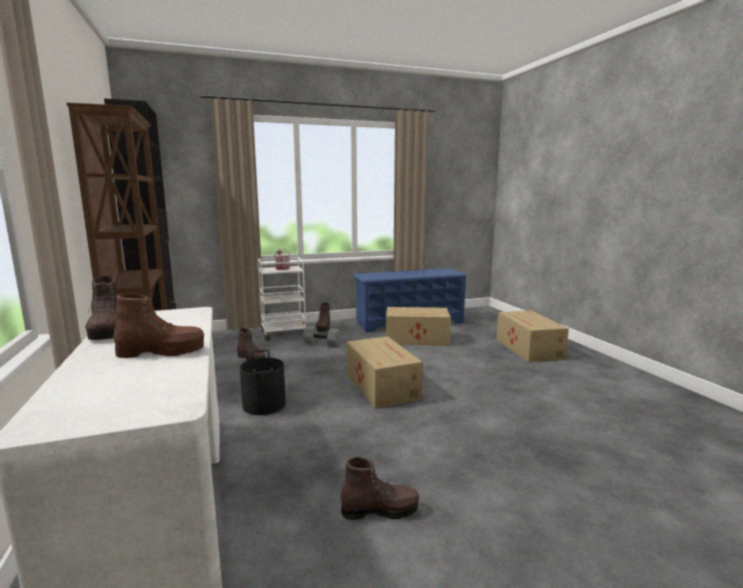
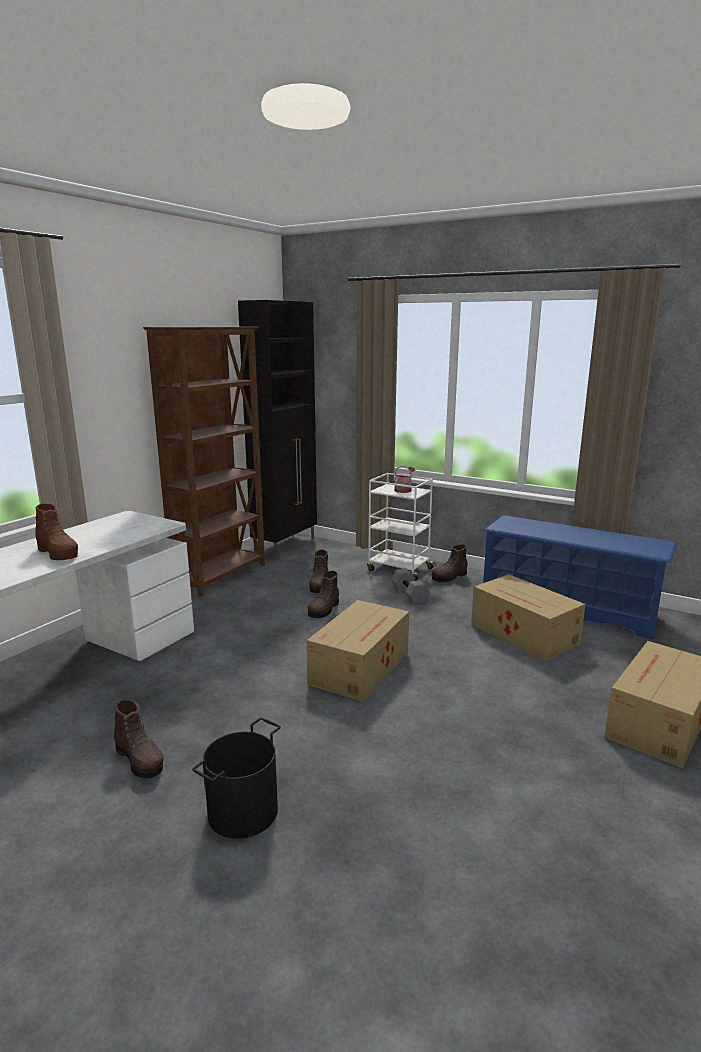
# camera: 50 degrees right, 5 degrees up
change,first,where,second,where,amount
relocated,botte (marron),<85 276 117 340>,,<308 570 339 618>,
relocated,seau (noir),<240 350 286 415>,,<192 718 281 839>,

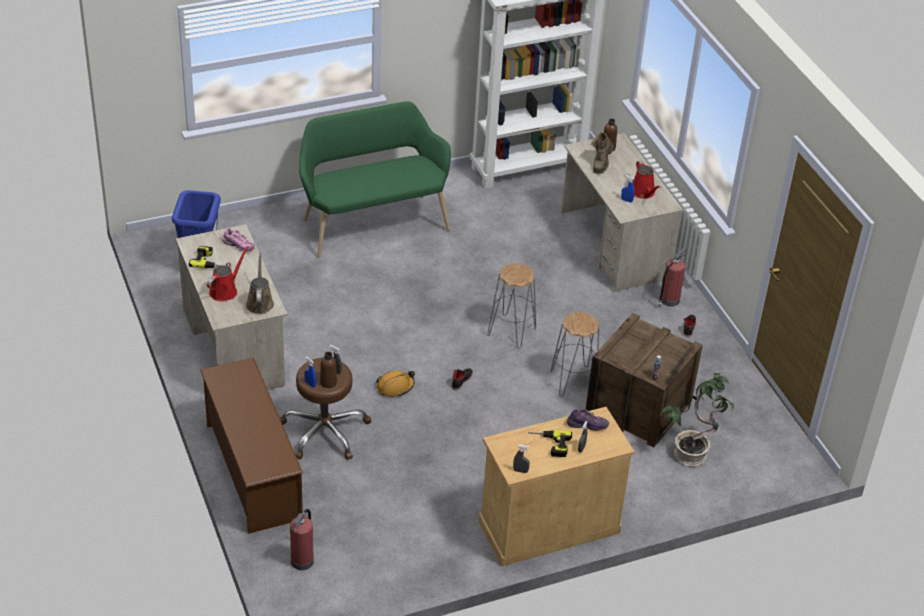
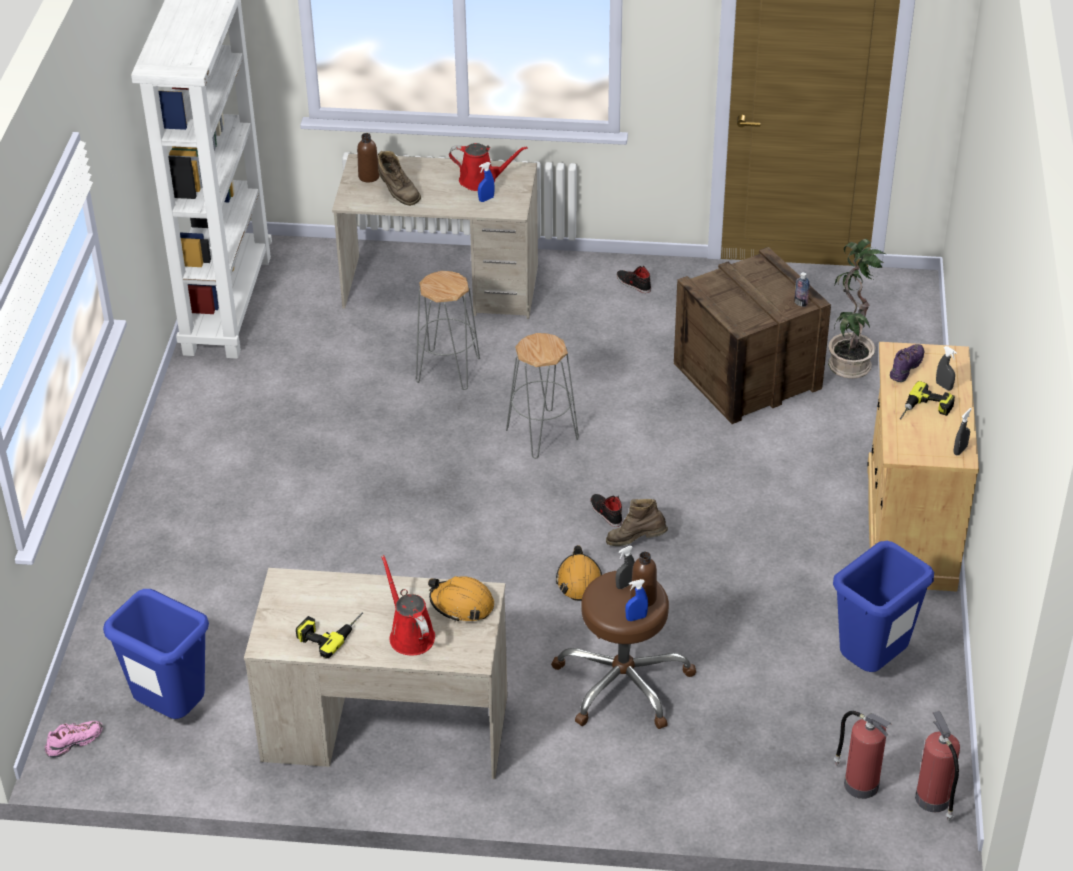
# camera: 60 degrees left, 0 degrees up
change,first,where,second,where,amount
missing,banc (vert),<299 101 451 258>,,,
relocated,chaussure (rose),<222 228 255 252>,,<45 721 103 758>,
relocated,extincteur,<658 248 687 307>,,<915 711 960 821>,
exchanged,arrosoir (marron),<246 252 274 314>,casque de chantier (orange),<428 576 494 622>,
relocated,tabouret (gris),<551 312 599 396>,,<416 271 480 390>,
missing,étagère à chaussures (marron),<200 358 303 534>,,,
appeared,,,botte (marron),<606 499 668 546>,
appeared,,,poubelle (bleu),<833 541 934 672>,

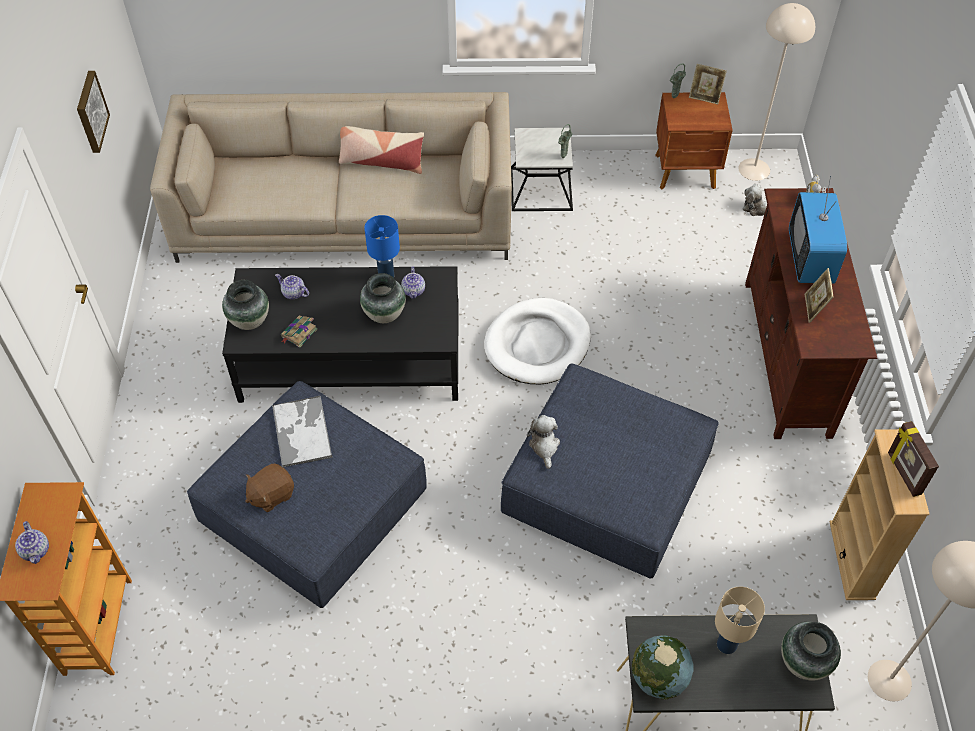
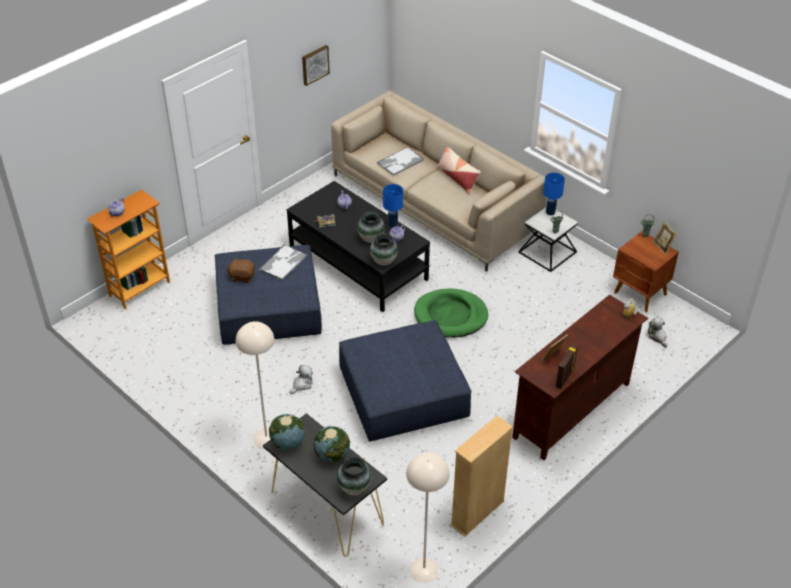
# camera: 45 degrees right, 10 degrees down
change,first,where,second,where,amount
relocated,lampadaire (beige),<738 3 815 181>,,<236 322 275 449>,
missing,téléviseur,<789 176 847 284>,,,
relocated,vase,<222 280 269 330>,,<370 233 398 266>,
colour,panier pour chien (blanc),<484 298 591 384>,panier pour chien (vert),<414 288 488 338>,
relocated,peluche,<527 415 560 469>,,<289 365 313 394>,
relocated,cadre photo,<888 421 939 497>,,<556 344 578 389>,
exchanged,lampe de table (beige),<715 587 765 654>,globe,<313 426 350 462>,
appeared,,,plateau,<377 147 424 176>,
appeared,,,lampe de table (bleu),<543 173 565 215>,

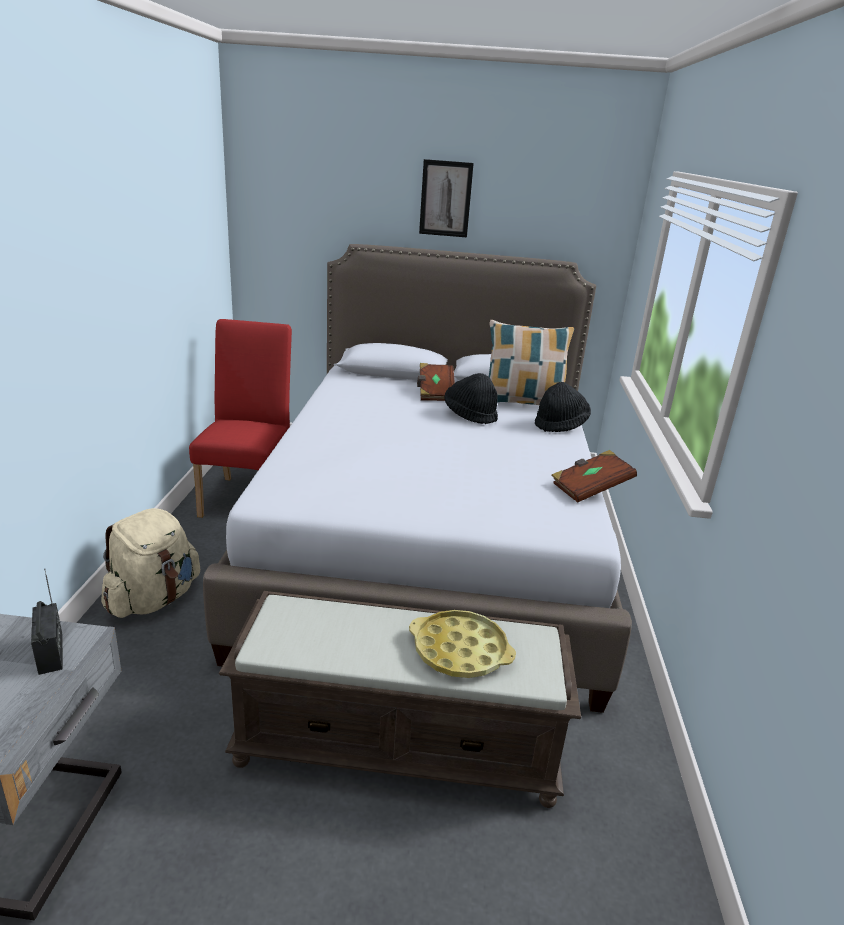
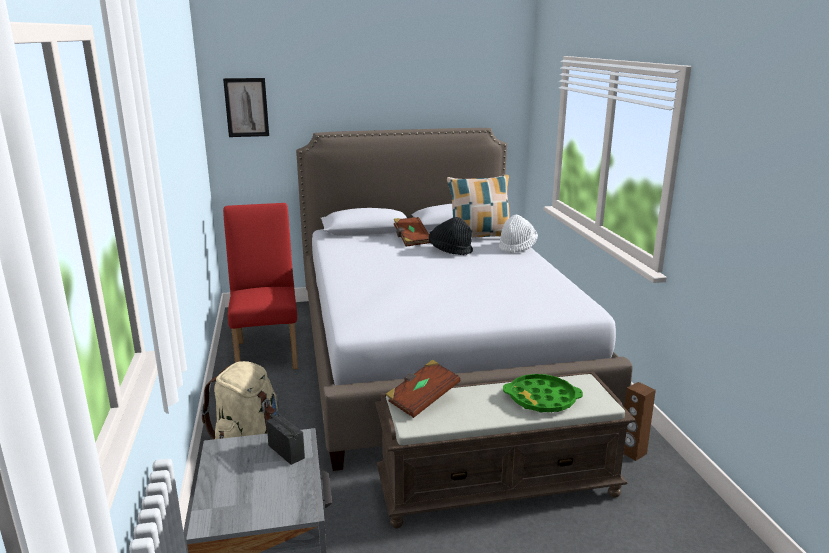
# camera: 15 degrees left, 5 degrees down
change,first,where,second,where,amount
relocated,tableau,<419 159 474 237>,,<223 78 269 137>,
colour,chapeau (noir),<535 382 591 432>,chapeau (blanc),<499 214 538 253>,
relocated,livre (marron),<552 450 637 503>,,<386 359 460 418>,
colour,plateau (jaune),<409 610 516 678>,plateau (vert),<503 374 583 413>,
appeared,,,enceinte (marron),<624 382 656 461>,

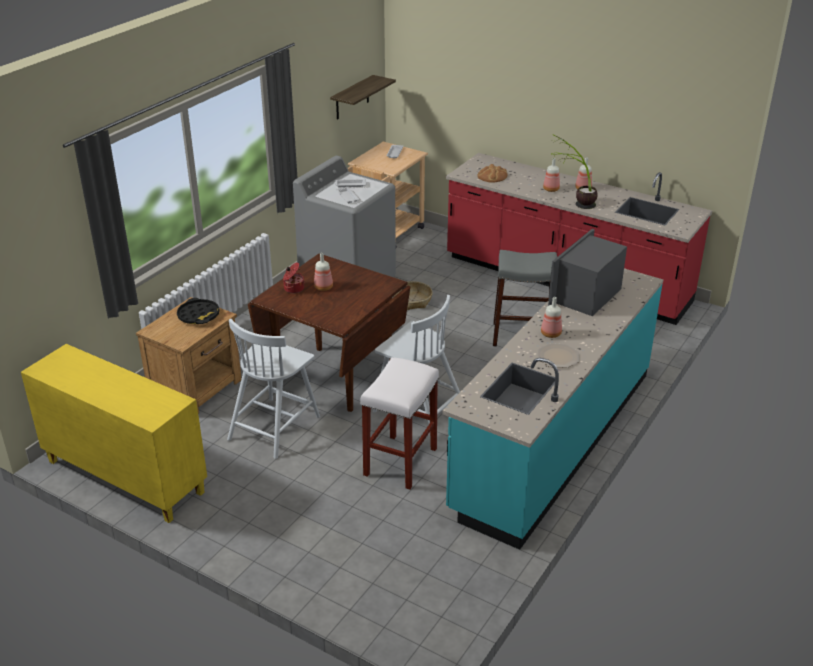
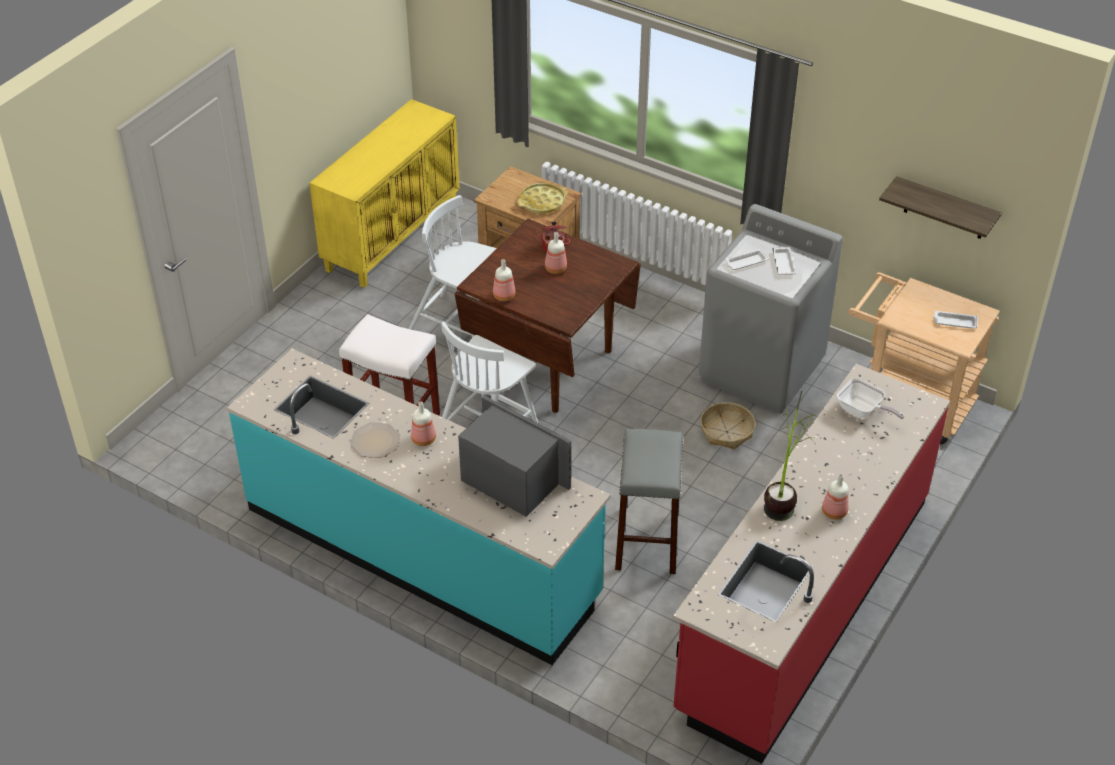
# camera: 90 degrees right, 10 degrees up
change,first,where,second,where,amount
relocated,bouteille,<543 158 560 192>,,<493 259 516 301>,
exchanged,pain,<478 164 508 183>,poêle,<837 378 905 419>,
colour,plateau (noir),<177 298 220 324>,plateau (jaune),<516 183 568 213>,

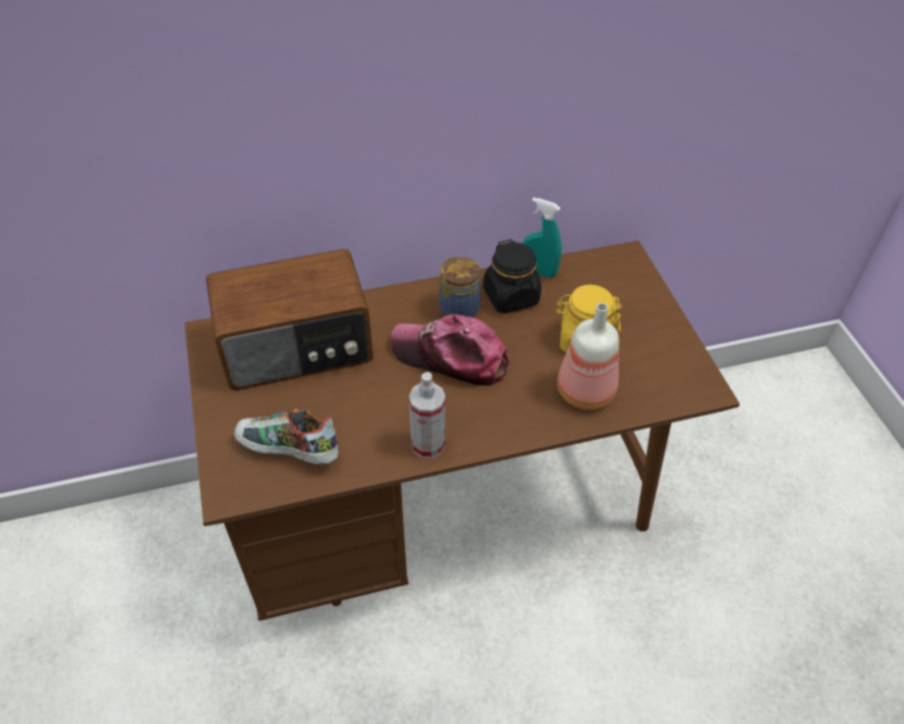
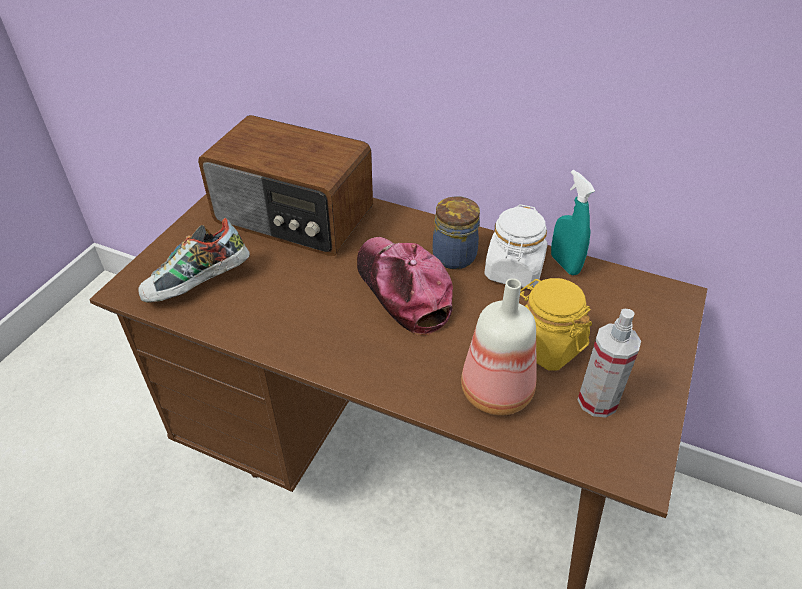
# camera: 40 degrees right, 5 degrees down
change,first,where,second,where,amount
colour,bocal (noir),<483 239 541 313>,bocal (blanc),<484 204 548 288>,
relocated,vaporisateur,<409 372 445 459>,,<577 309 641 417>,
spun,chaussure,<234 409 339 464>,,<139 218 250 303>,90 degrees counterclockwise

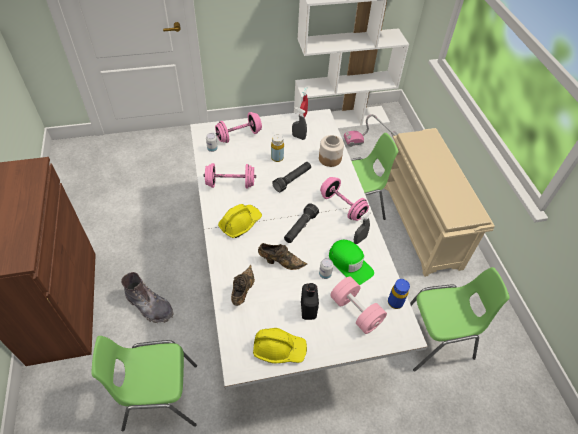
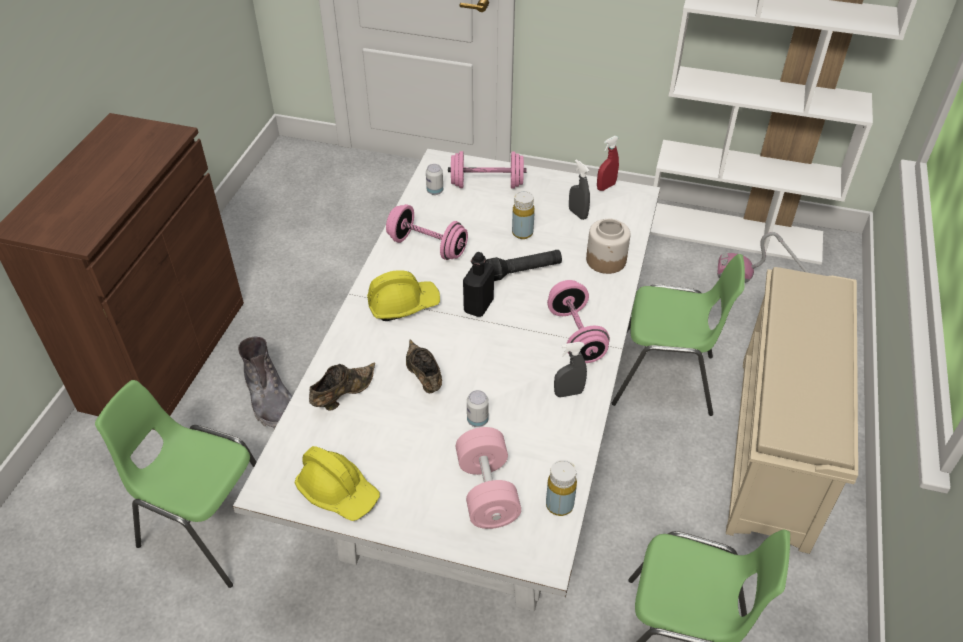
# camera: 30 degrees right, 5 degrees down
change,first,where,second,where,amount
missing,lampe de poche (noir),<284 203 319 243>,,,
missing,casquette (vert),<329 240 374 285>,,,
spun,chaussure (marron),<258 243 308 270>,,<406 339 442 393>,150 degrees counterclockwise
colour,bouteille (bleu),<388 279 410 309>,bouteille (jaune),<546 460 577 516>,
relocated,bouteille (noir),<301 283 319 320>,,<463 252 494 317>,

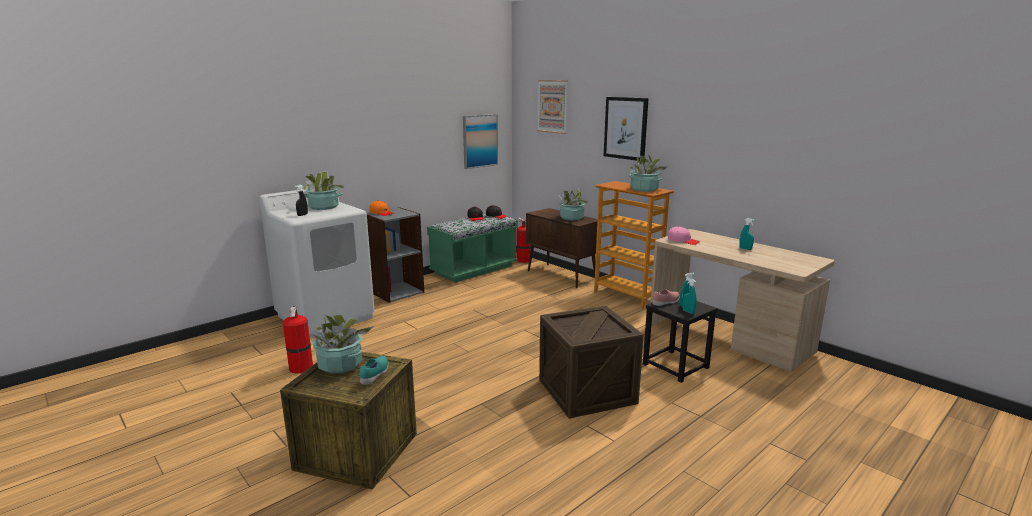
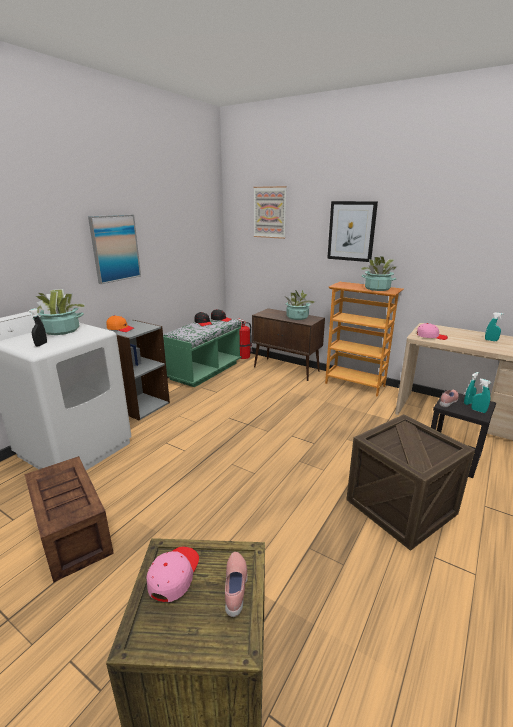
# camera: 15 degrees left, 5 degrees up
change,first,where,second,where,amount
relocated,tableau,<463 114 498 169>,,<88 215 141 284>,
exchanged,extincteur,<283 306 313 374>,caisse,<24 456 114 583>,
exchanged,plante en pot,<308 312 374 374>,casquette (rose),<146 546 199 602>,
colour,chaussure (turquoise),<360 356 389 385>,chaussure (rose),<225 552 248 617>,

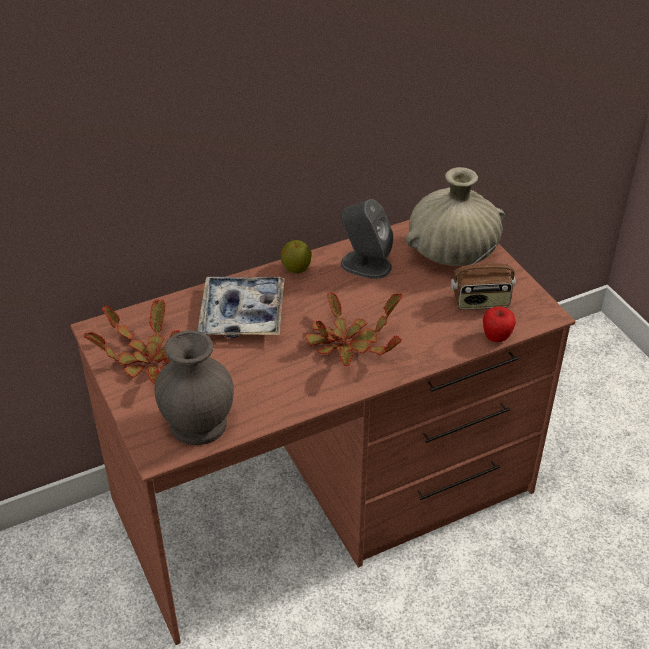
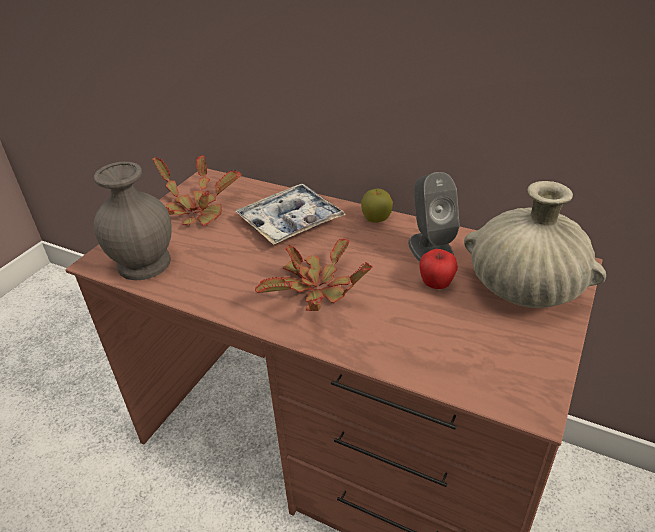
# camera: 55 degrees right, 5 degrees down
change,first,where,second,where,amount
missing,radio,<451 245 515 310>,,,
relocated,pomme,<483 306 516 342>,,<419 249 458 289>,

